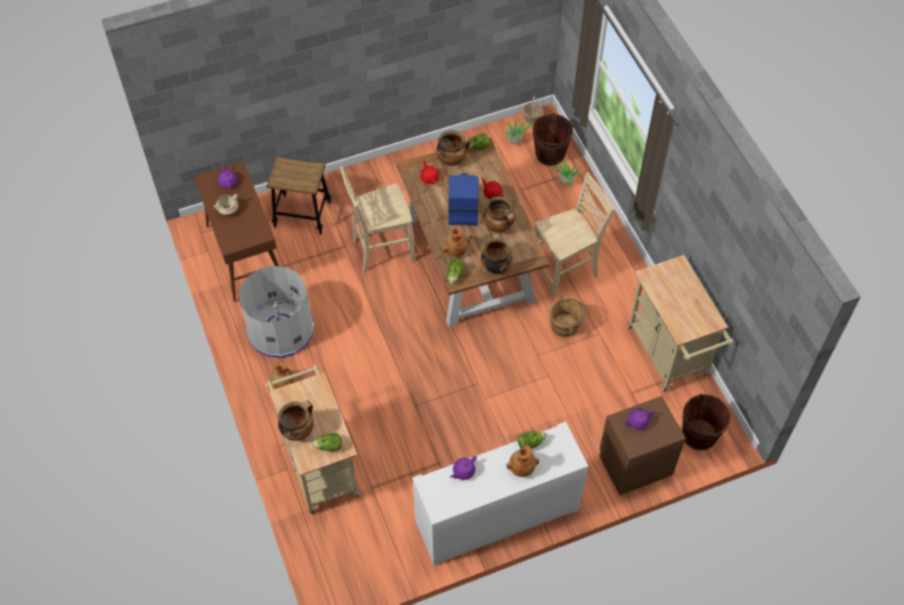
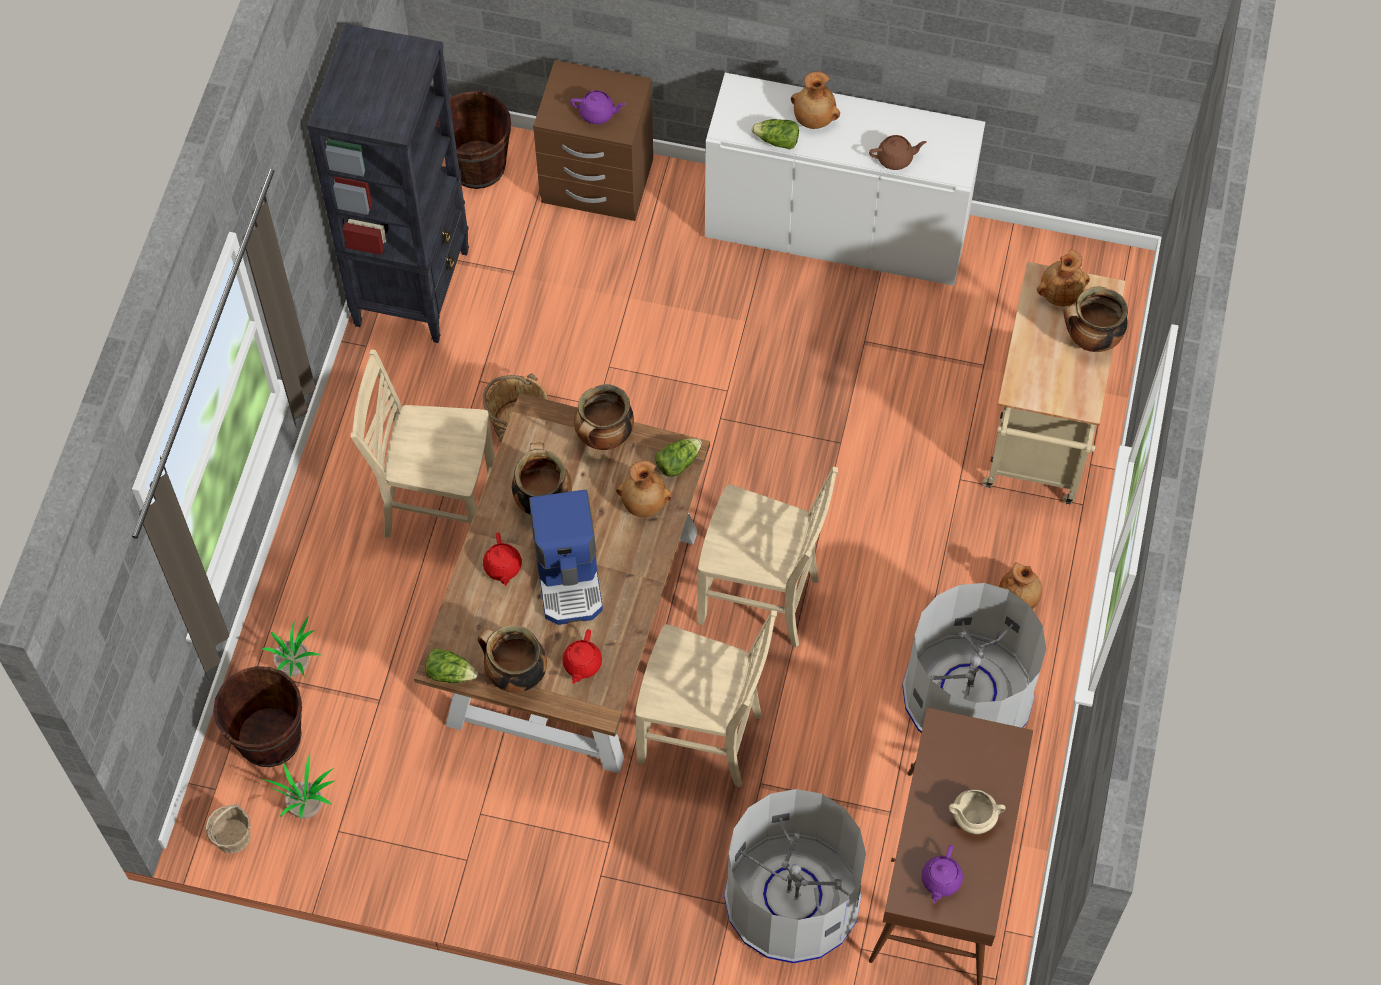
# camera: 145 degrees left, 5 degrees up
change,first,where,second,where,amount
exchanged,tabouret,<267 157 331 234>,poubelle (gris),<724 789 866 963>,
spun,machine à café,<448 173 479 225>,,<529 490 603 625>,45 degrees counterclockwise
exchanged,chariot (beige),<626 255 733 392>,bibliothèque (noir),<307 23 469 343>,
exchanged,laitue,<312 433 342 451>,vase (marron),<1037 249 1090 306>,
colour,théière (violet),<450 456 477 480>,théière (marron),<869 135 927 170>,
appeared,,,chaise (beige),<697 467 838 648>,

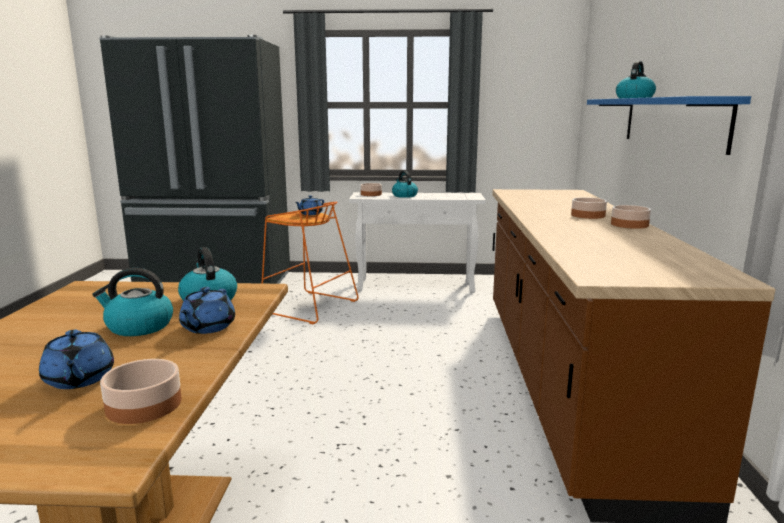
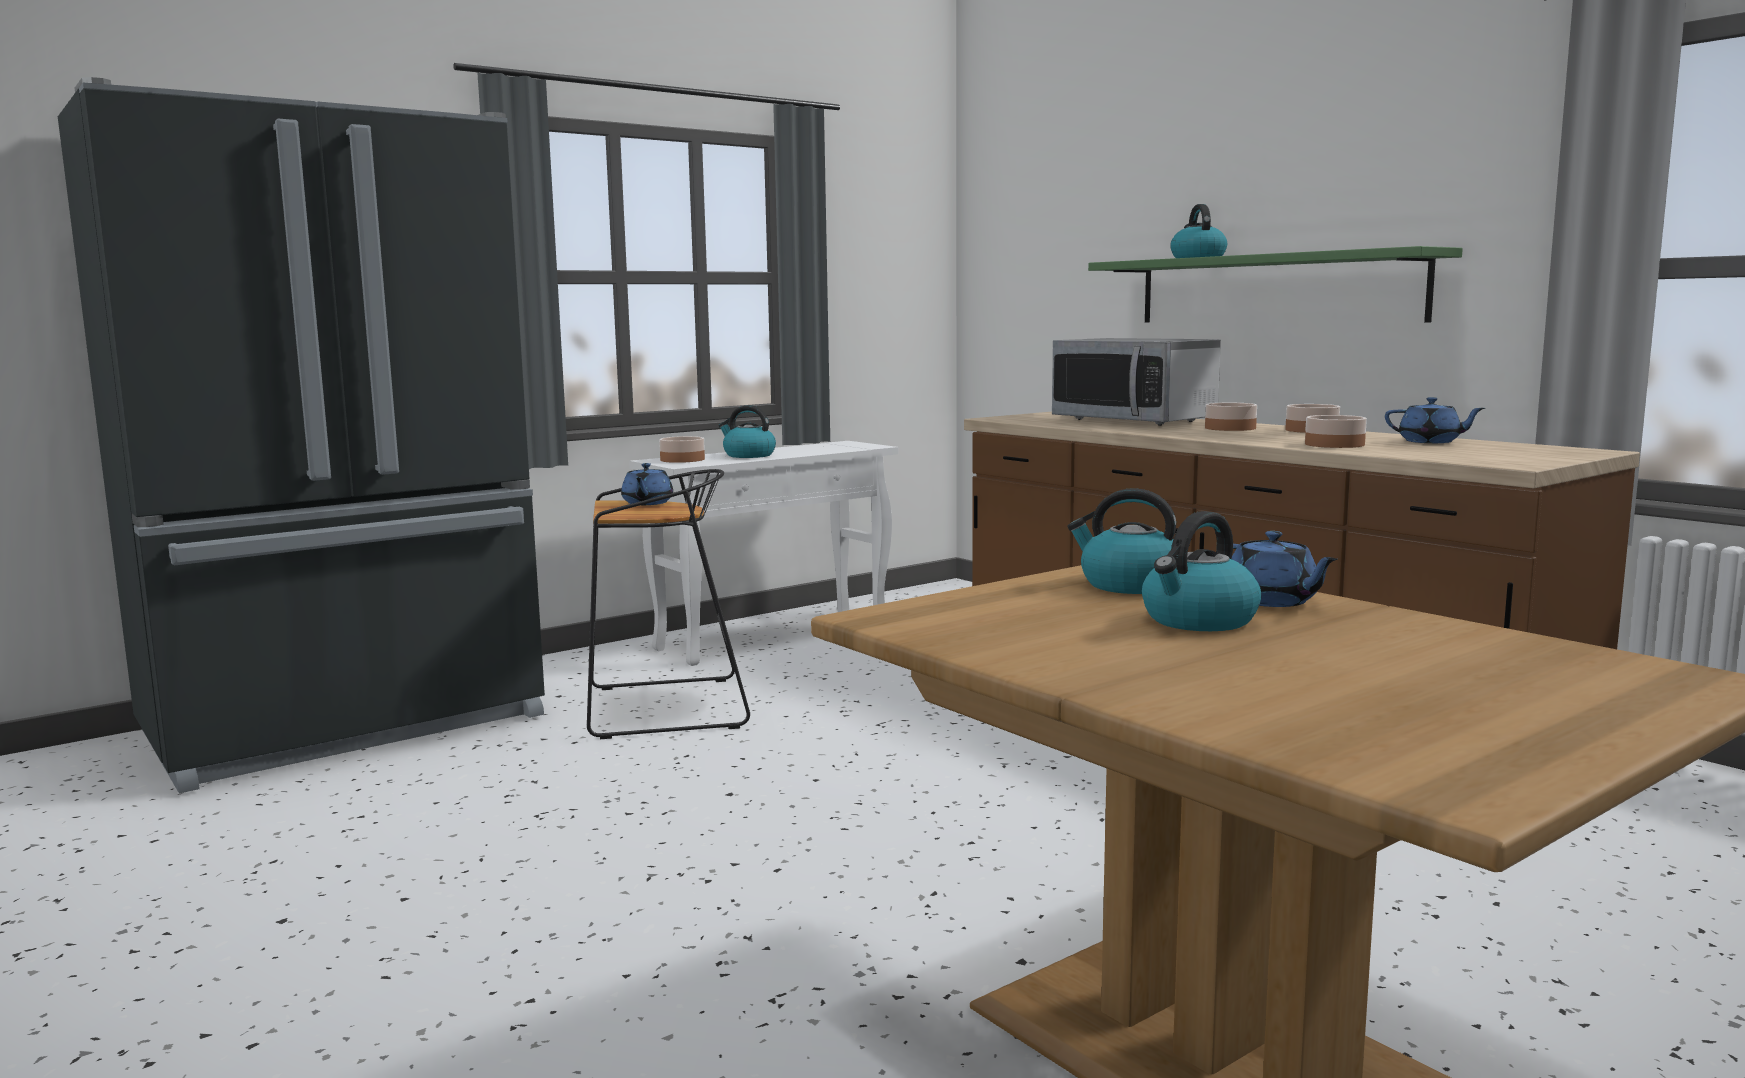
# camera: 40 degrees left, 5 degrees down
change,first,where,second,where,amount
colour,étagère (bleu),<587 96 751 155>,étagère (vert),<1088 246 1463 323>,
colour,tabouret (orange),<262 202 359 325>,tabouret (noir),<587 469 750 739>,
relocated,théière (bleu),<39 330 114 389>,,<1385 397 1485 443>,
relocated,bol,<100 359 182 424>,,<1305 415 1367 448>,
appeared,,,micro-ondes,<1052 338 1221 426>,

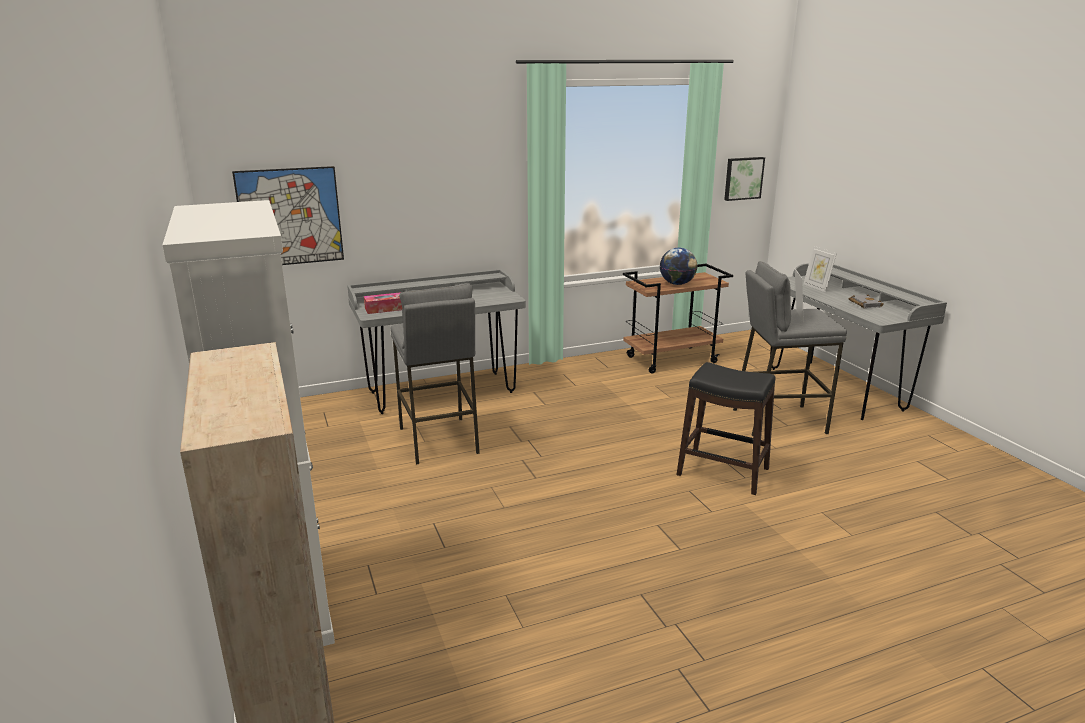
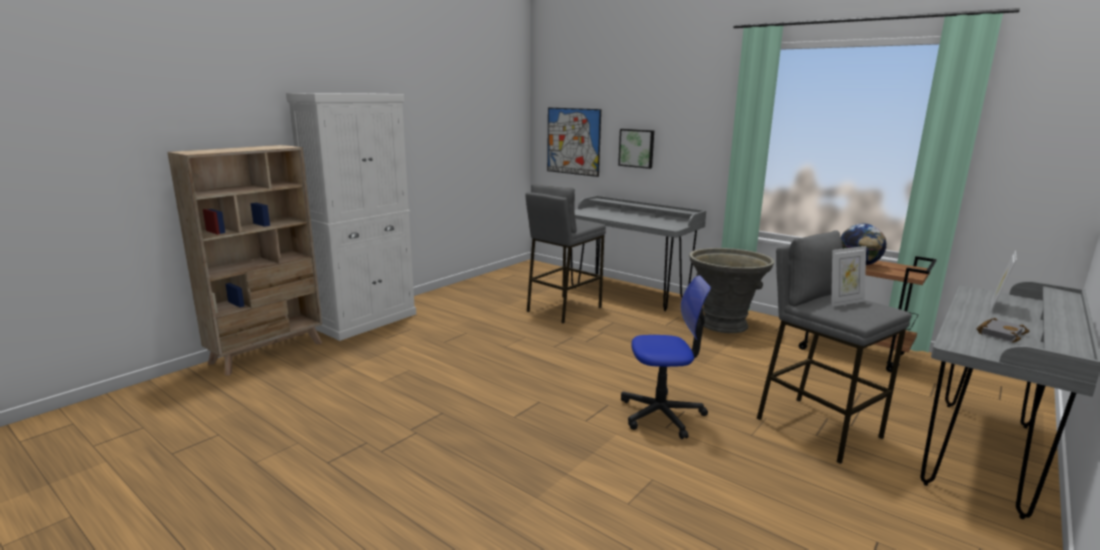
# camera: 60 degrees right, 5 degrees down
change,first,where,second,where,amount
relocated,tableau,<724 157 765 201>,,<618 129 654 169>,
missing,boîte à mouchoirs,<364 292 402 314>,,,
exchanged,tabouret (noir),<676 362 776 495>,chaise de bureau,<621 275 711 439>,
appeared,,,cache-pot (gris),<689 248 775 333>,

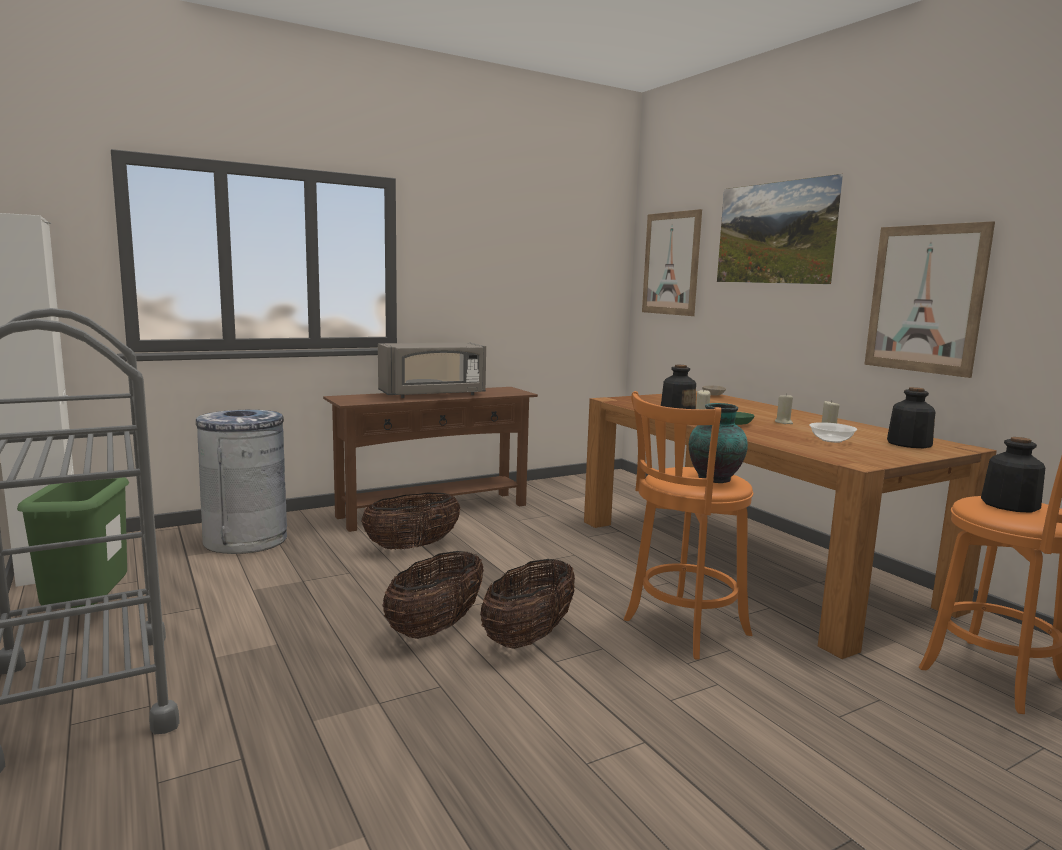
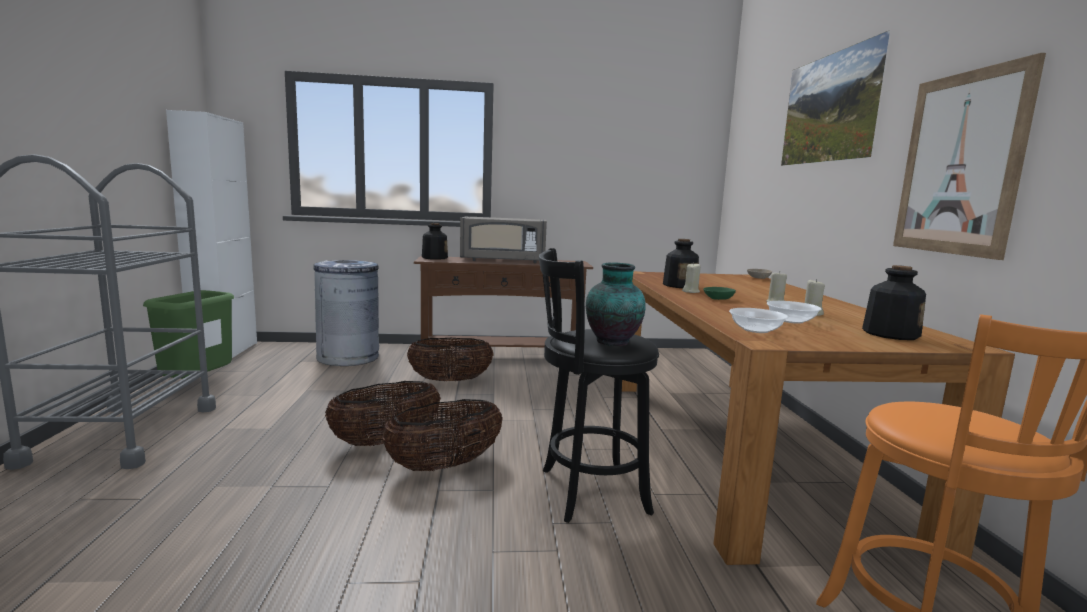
# camera: 25 degrees right, 0 degrees up
change,first,where,second,where,amount
missing,tableau,<642 209 702 316>,,,
colour,tabouret (orange),<624 391 753 660>,tabouret (noir),<539 248 659 523>,
relocated,bouteille,<981 437 1046 513>,,<422 223 448 260>,
appeared,,,bol,<729 308 788 333>,

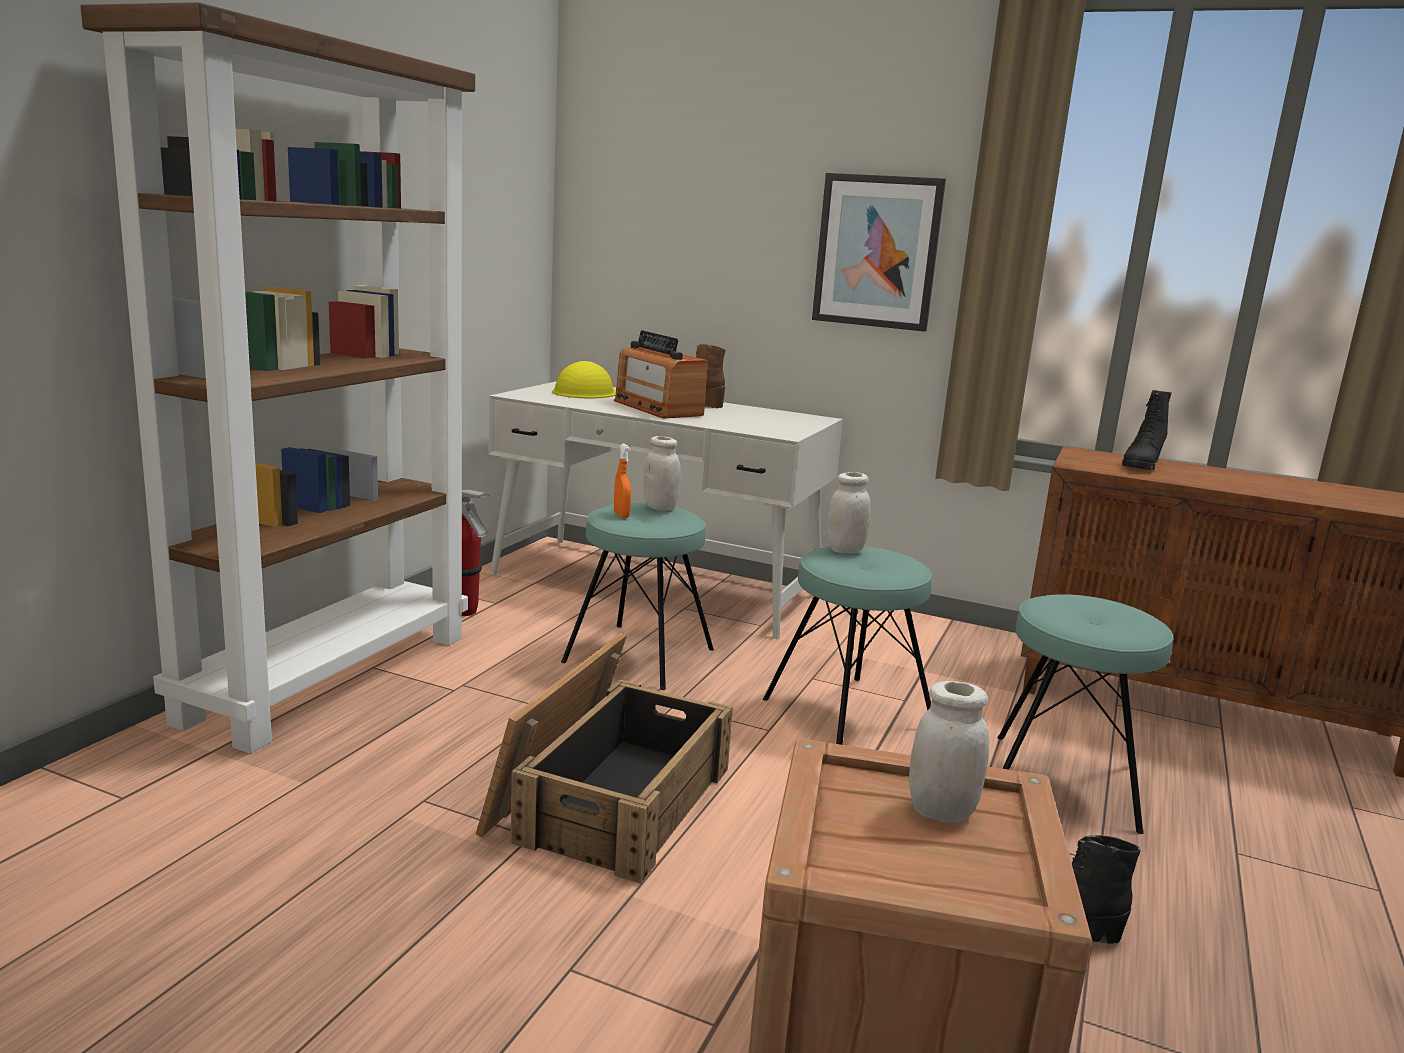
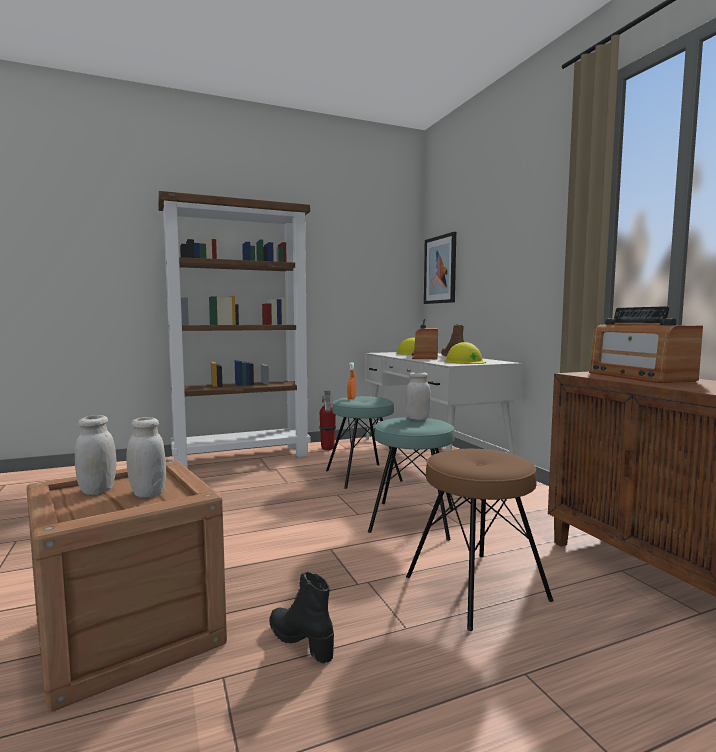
# camera: 45 degrees right, 10 degrees down
change,first,where,second,where,amount
relocated,tableau,<812 173 946 332>,,<424 232 456 304>,
exchanged,botte (noir),<1122 390 1171 470>,radio,<589 306 703 383>,
relocated,bocal (blanc),<643 436 681 511>,,<75 415 116 495>,
colour,tabouret (turquoise),<997 594 1173 834>,tabouret (marron),<406 449 553 631>,
missing,caisse,<476 633 733 884>,,,
appeared,,,casque de chantier (jaune),<445 342 486 364>,

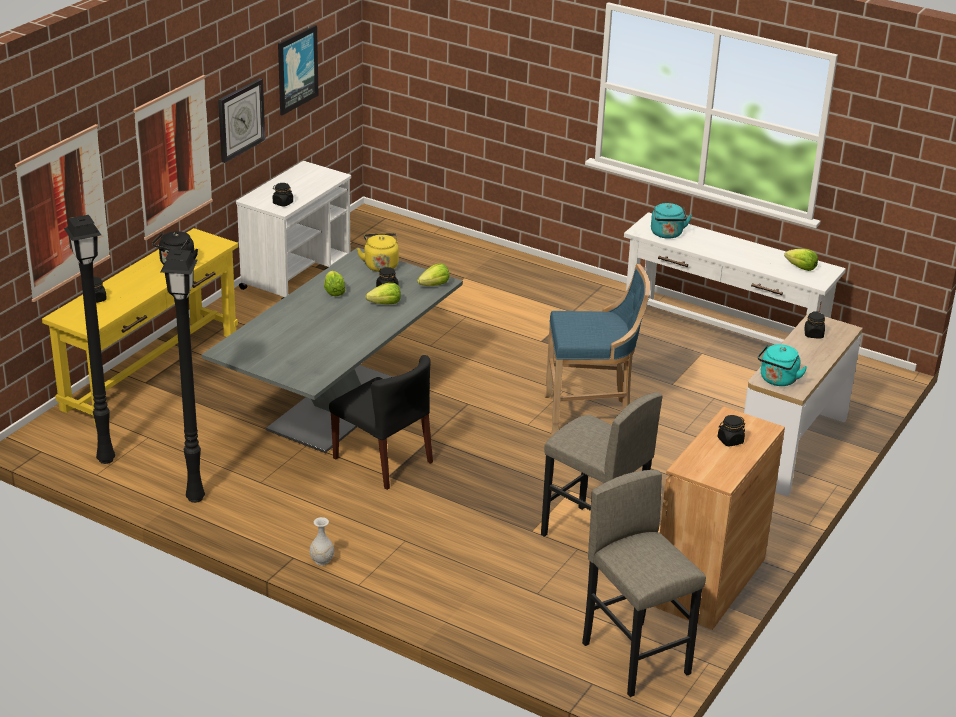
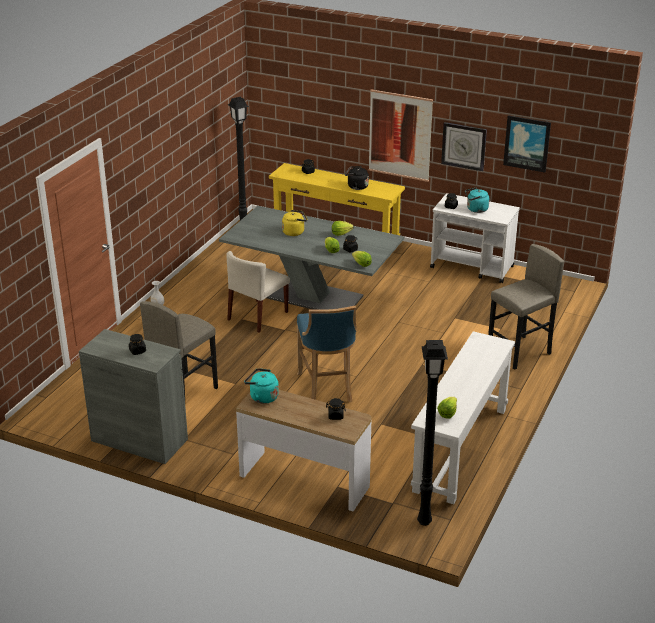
# camera: 85 degrees right, 0 degrees up
change,first,where,second,where,amount
missing,tableau,<15 124 111 302>,,,
relocated,bouilloire (turquoise),<651 203 692 239>,,<465 187 489 213>,
relocated,bouilloire (jaune),<357 233 399 272>,,<282 210 307 236>,
relocated,lampadaire (noir),<161 249 205 503>,,<417 340 448 526>,
colour,chaise (noir),<329 355 433 490>,chaise (beige),<226 251 290 333>,
colour,meuble de rangement (marron),<654 406 785 630>,meuble de rangement (gris),<79 329 188 464>,
relocated,tabouret (gris),<582 470 706 697>,,<488 244 564 370>,

